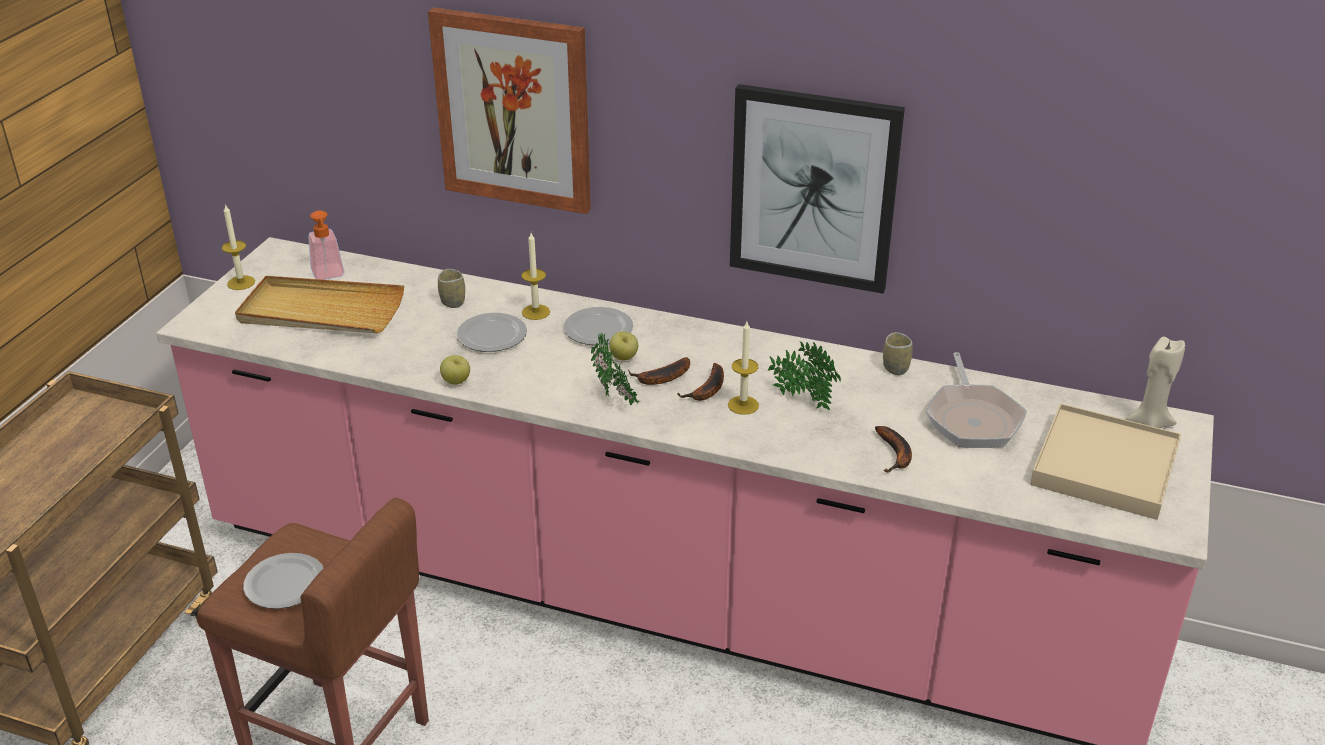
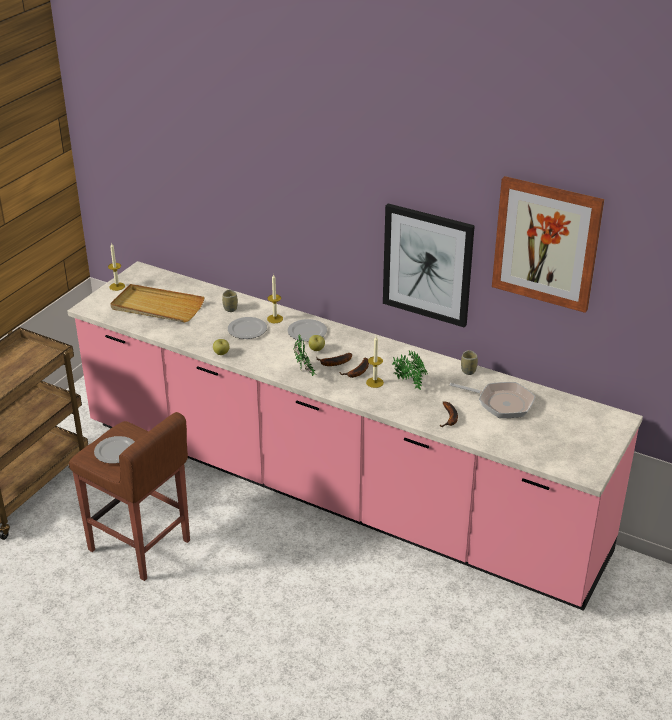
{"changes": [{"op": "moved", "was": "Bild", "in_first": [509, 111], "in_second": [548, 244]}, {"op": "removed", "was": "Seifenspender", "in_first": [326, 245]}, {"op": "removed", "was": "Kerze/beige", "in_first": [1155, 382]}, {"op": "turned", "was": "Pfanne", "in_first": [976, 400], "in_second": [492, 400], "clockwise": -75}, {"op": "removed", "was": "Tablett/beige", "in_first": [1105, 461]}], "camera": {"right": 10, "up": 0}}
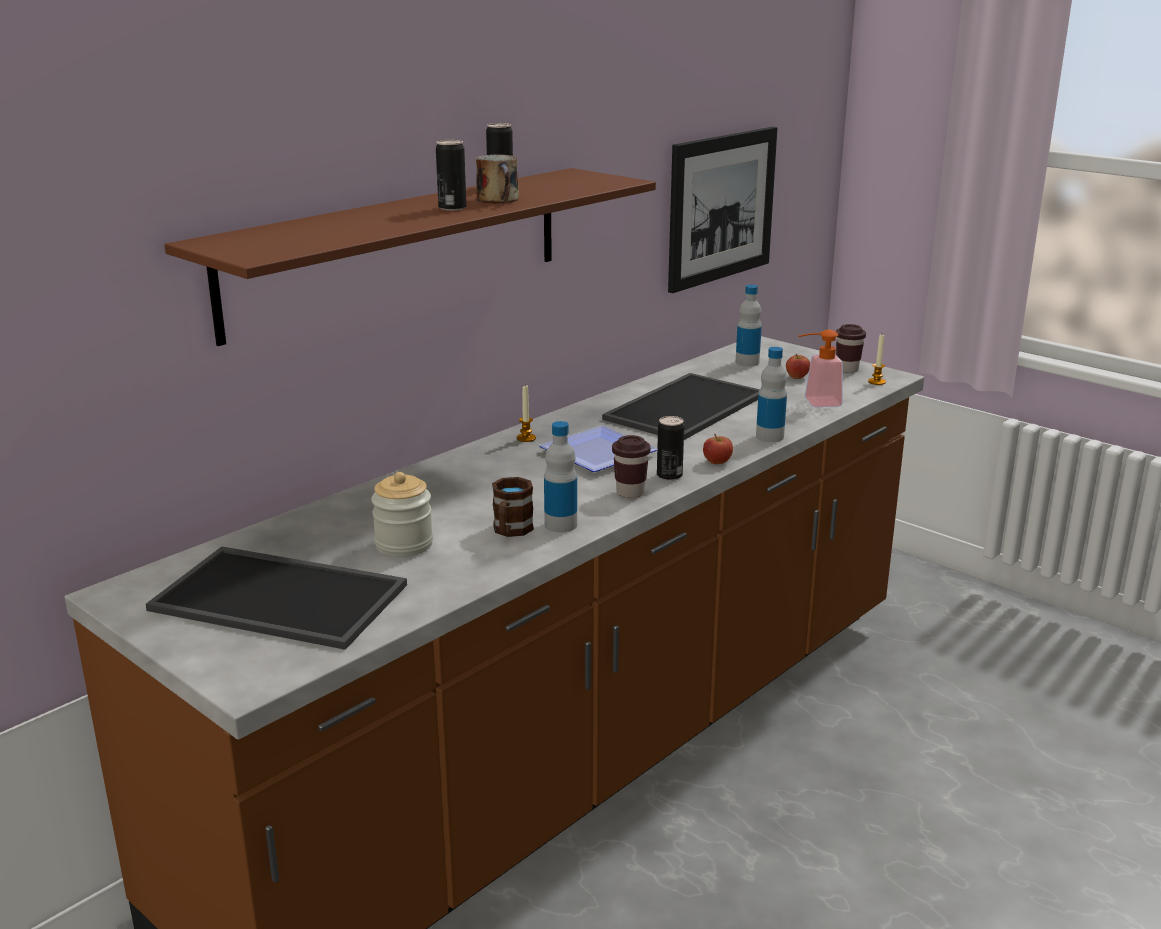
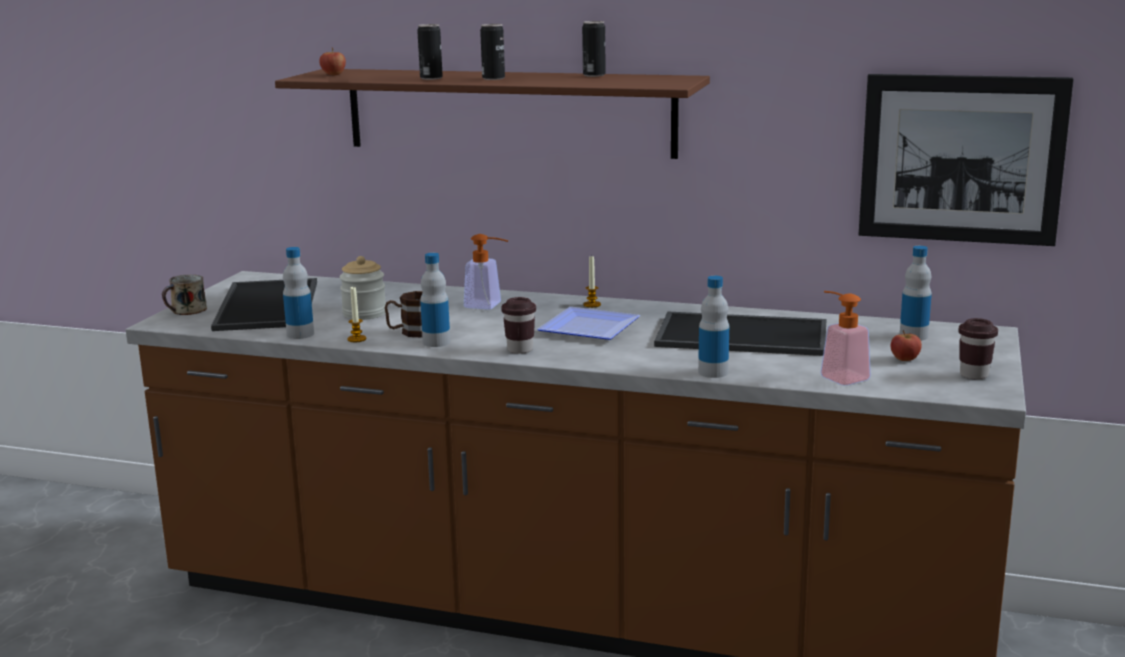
{"changes": [{"op": "moved", "was": "Henkelbecher", "in_first": [497, 179], "in_second": [184, 294]}, {"op": "moved", "was": "Kerze", "in_first": [877, 359], "in_second": [356, 314]}, {"op": "moved", "was": "Dose", "in_first": [670, 448], "in_second": [430, 52]}, {"op": "moved", "was": "Apfel", "in_first": [718, 449], "in_second": [332, 62]}, {"op": "added", "now": "Seifenspender", "in_second": [486, 272]}, {"op": "added", "now": "Flasche", "in_second": [298, 293]}], "camera": {"right": 65, "up": -5}}
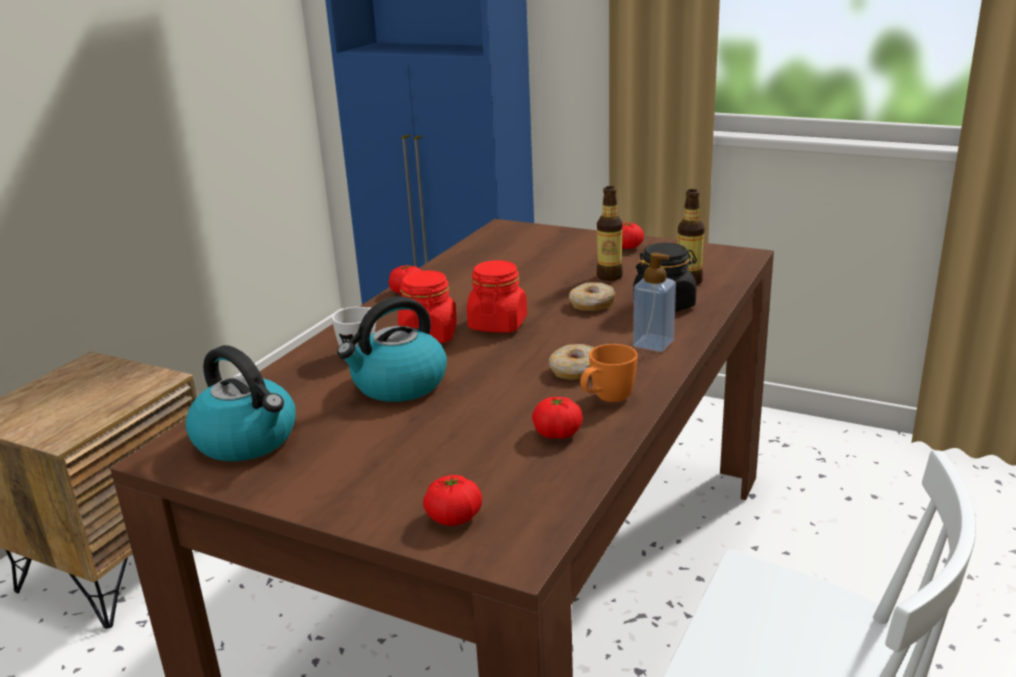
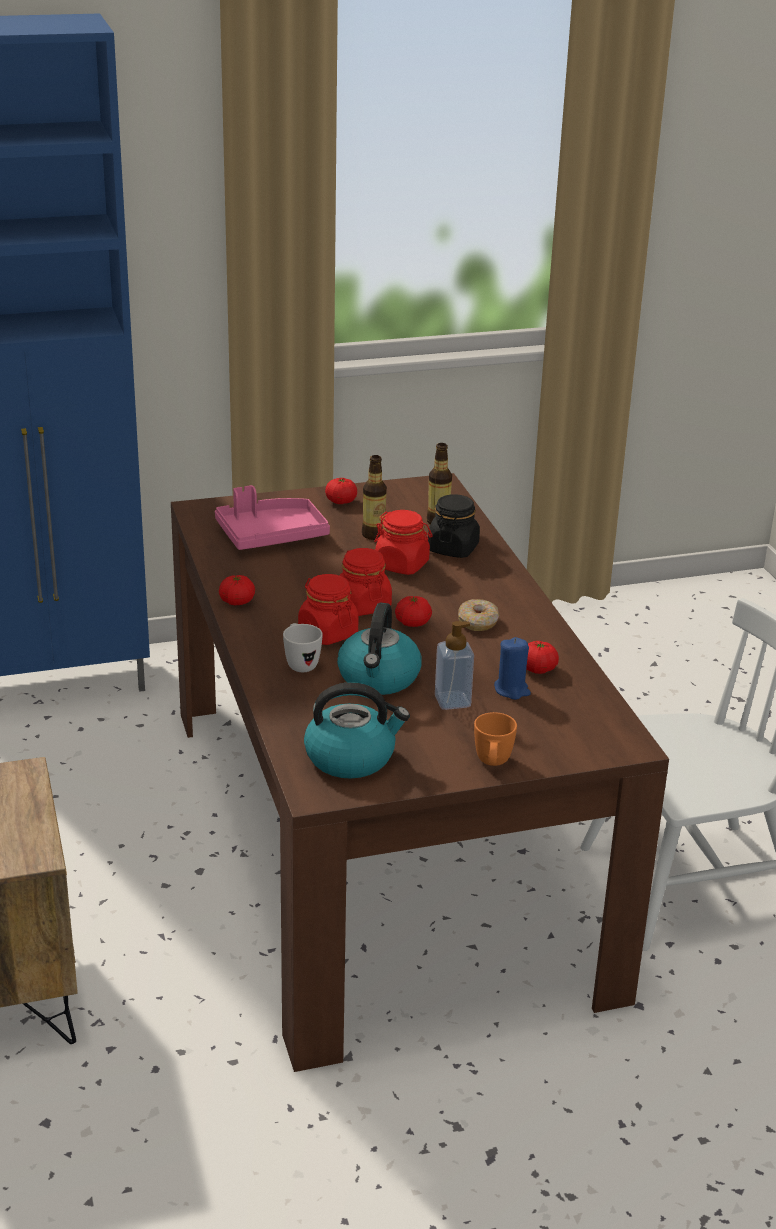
{"changes": [{"op": "moved", "was": "Seifenspender", "in_first": [654, 302], "in_second": [454, 665]}, {"op": "replaced", "was": "Donut", "now": "Vorratsglas/rot", "in_first": [592, 296], "in_second": [403, 542]}, {"op": "moved", "was": "Henkelbecher/orange", "in_first": [609, 373], "in_second": [495, 739]}, {"op": "moved", "was": "Tomate", "in_first": [452, 500], "in_second": [413, 611]}, {"op": "added", "now": "Tablett/rosa", "in_second": [272, 517]}, {"op": "added", "now": "Kerze/blau", "in_second": [512, 668]}], "camera": {"right": -45, "up": 5}}
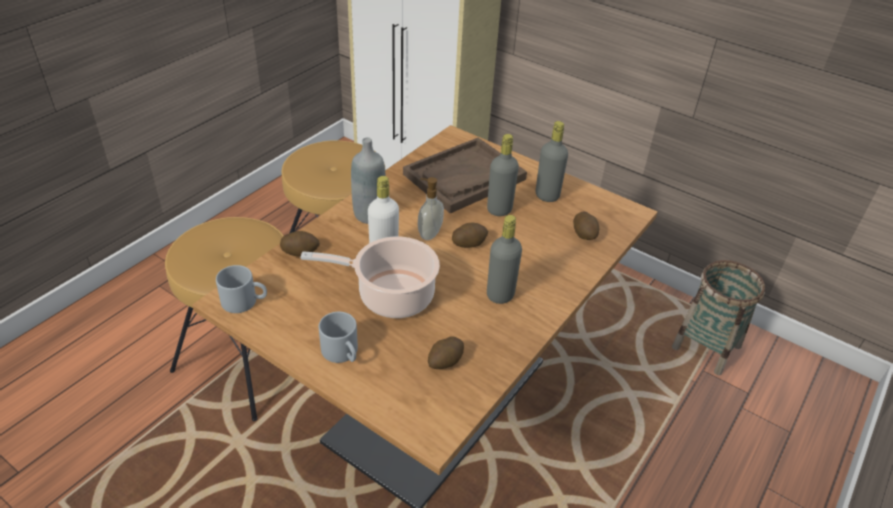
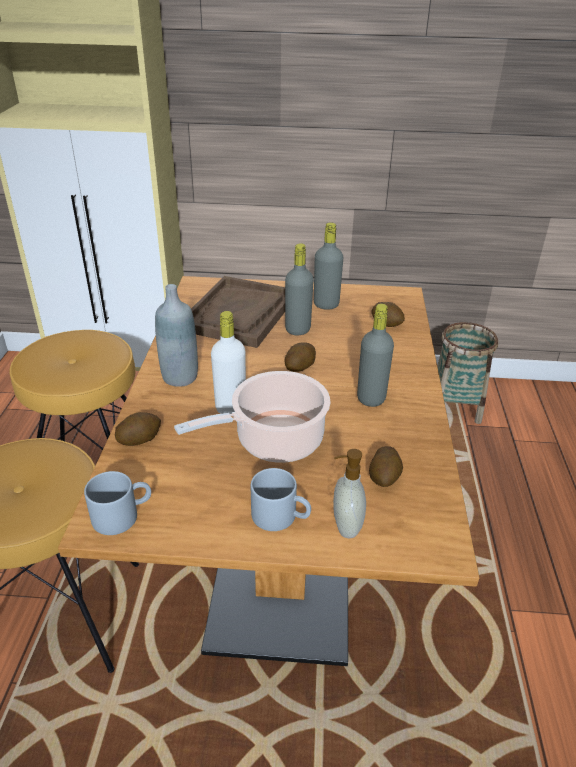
{"changes": [{"op": "moved", "was": "Seifenspender", "in_first": [431, 208], "in_second": [349, 493]}], "camera": {"right": -30, "up": -5}}
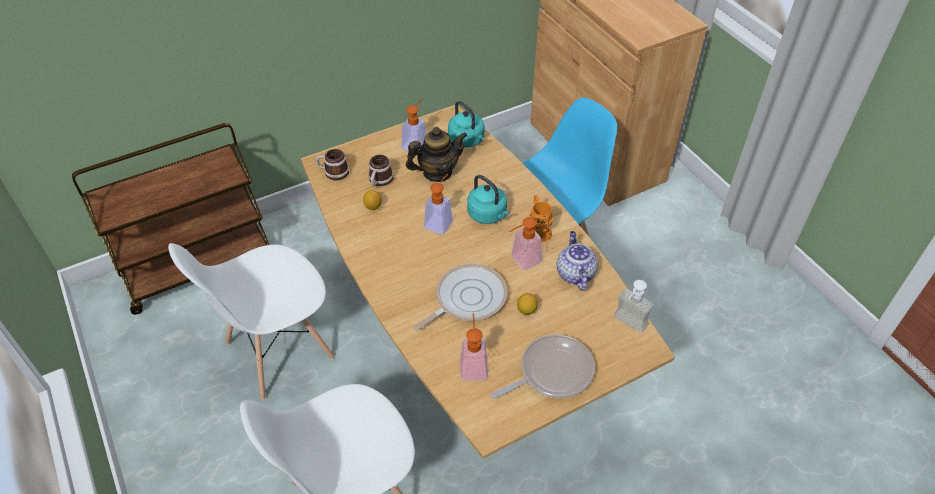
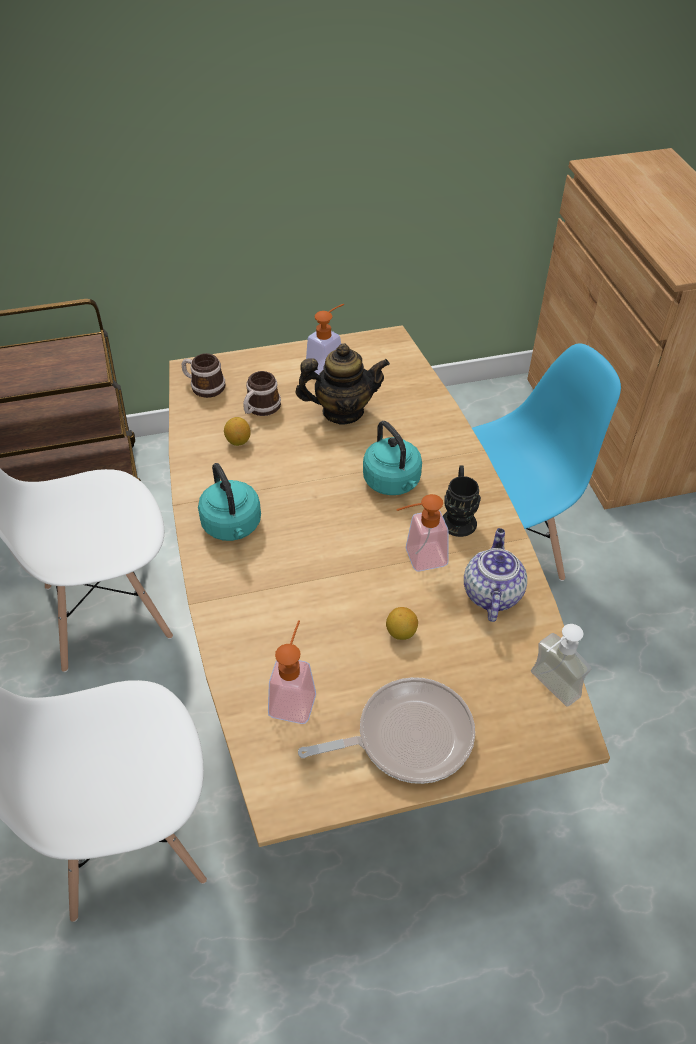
{"changes": [{"op": "moved", "was": "Wasserkessel/türkis", "in_first": [466, 124], "in_second": [229, 502]}, {"op": "removed", "was": "Seifenspender", "in_first": [438, 204]}, {"op": "recoloured", "was": "Henkelbecher/orange", "now": "Henkelbecher/schwarz", "in_first": [541, 218], "in_second": [462, 501]}, {"op": "removed", "was": "Pfanne", "in_first": [460, 297]}], "camera": {"right": 15, "up": 0}}
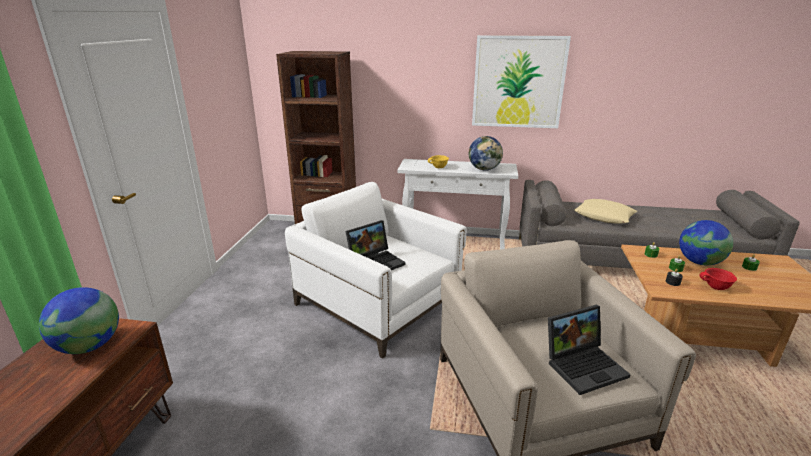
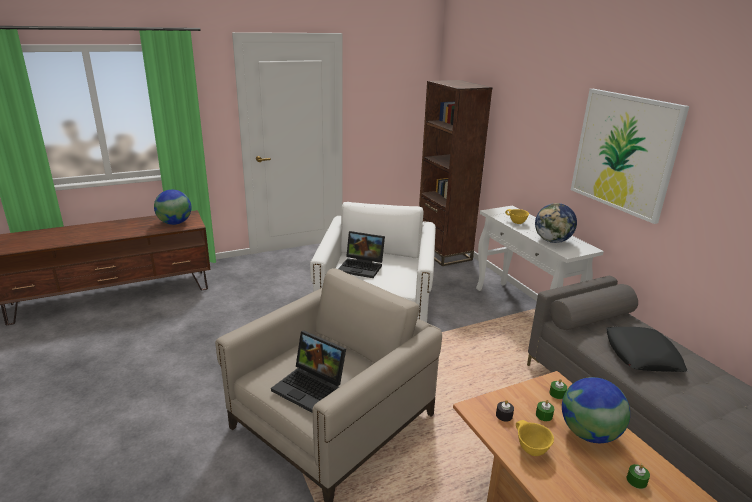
{"changes": [{"op": "recoloured", "was": "Kissen/beige", "now": "Kissen/schwarz", "in_first": [606, 211], "in_second": [646, 349]}, {"op": "recoloured", "was": "Schüssel/rot", "now": "Schüssel/gelb", "in_first": [718, 279], "in_second": [535, 438]}], "camera": {"right": 55, "up": 0}}
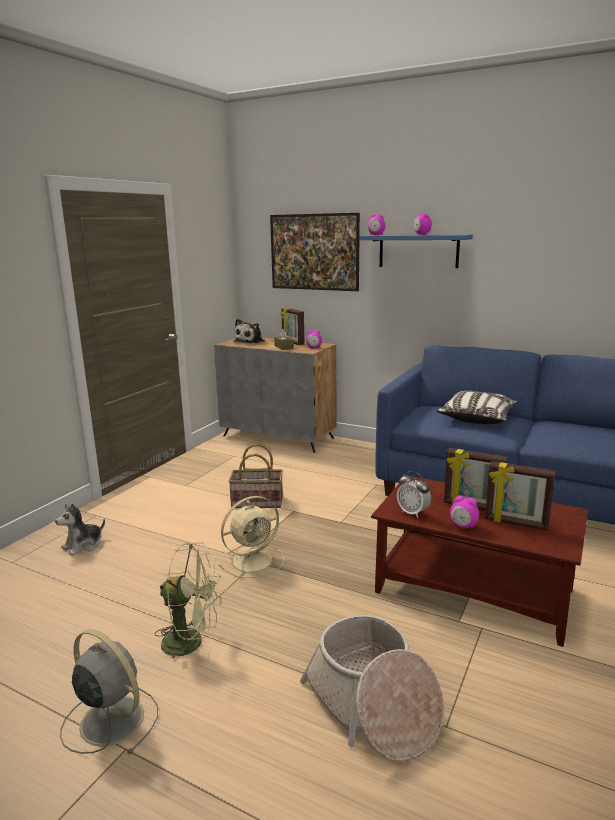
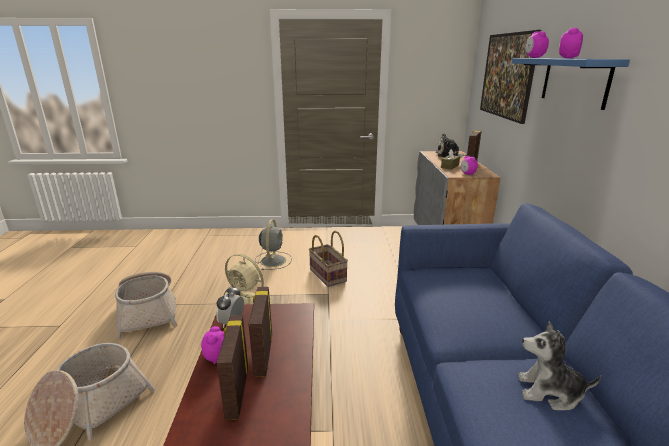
{"changes": [{"op": "removed", "was": "Kissen", "in_first": [477, 407]}, {"op": "moved", "was": "Plüschtier", "in_first": [80, 529], "in_second": [560, 366]}, {"op": "replaced", "was": "Ventilator/grün", "now": "Korb", "in_first": [187, 605], "in_second": [146, 305]}, {"op": "moved", "was": "Ventilator/grau", "in_first": [109, 692], "in_second": [273, 244]}], "camera": {"right": 60, "up": 5}}
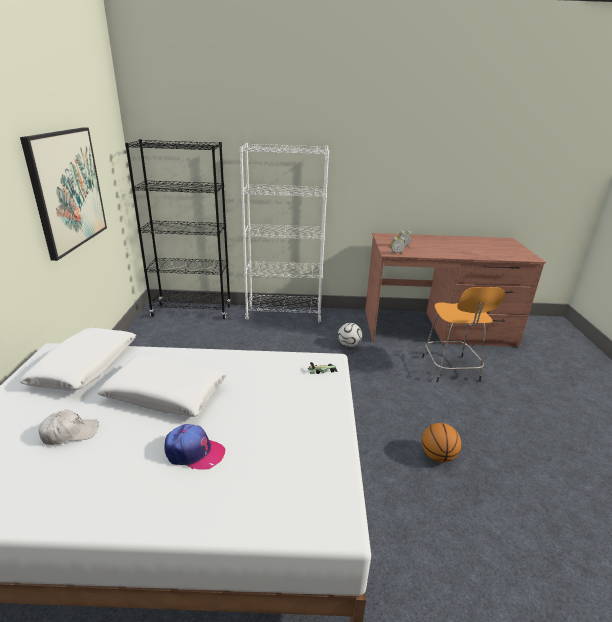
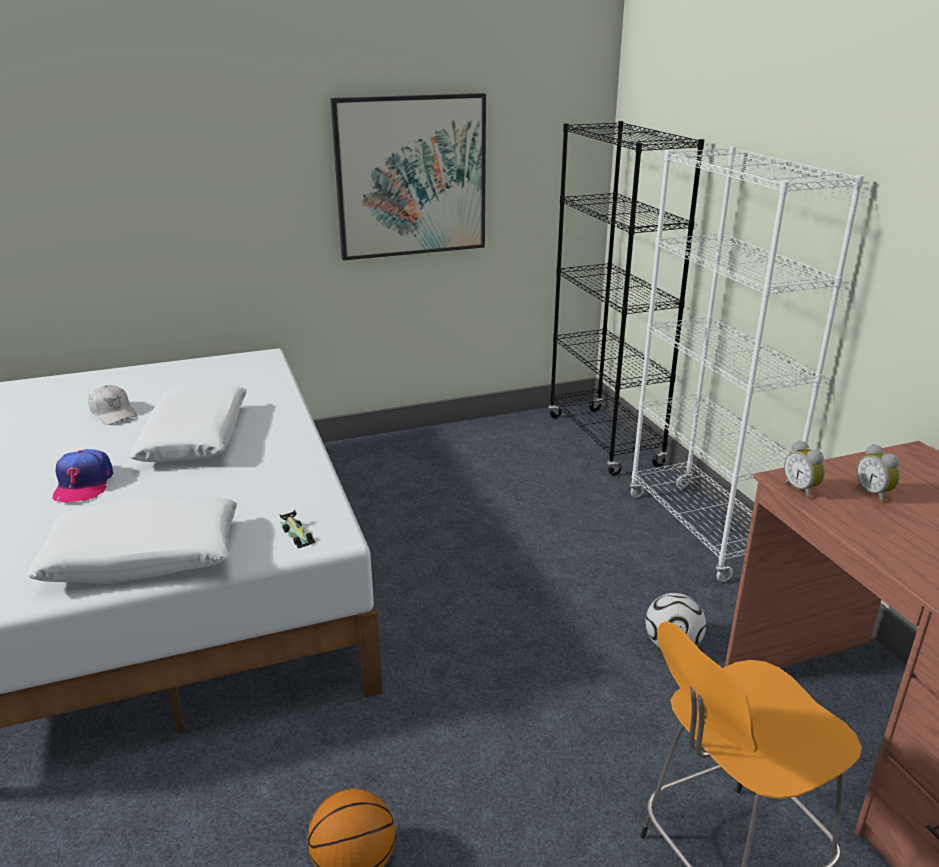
{"changes": [{"op": "moved", "was": "Kissen/weiß", "in_first": [78, 359], "in_second": [132, 540]}], "camera": {"right": 70, "up": 0}}
